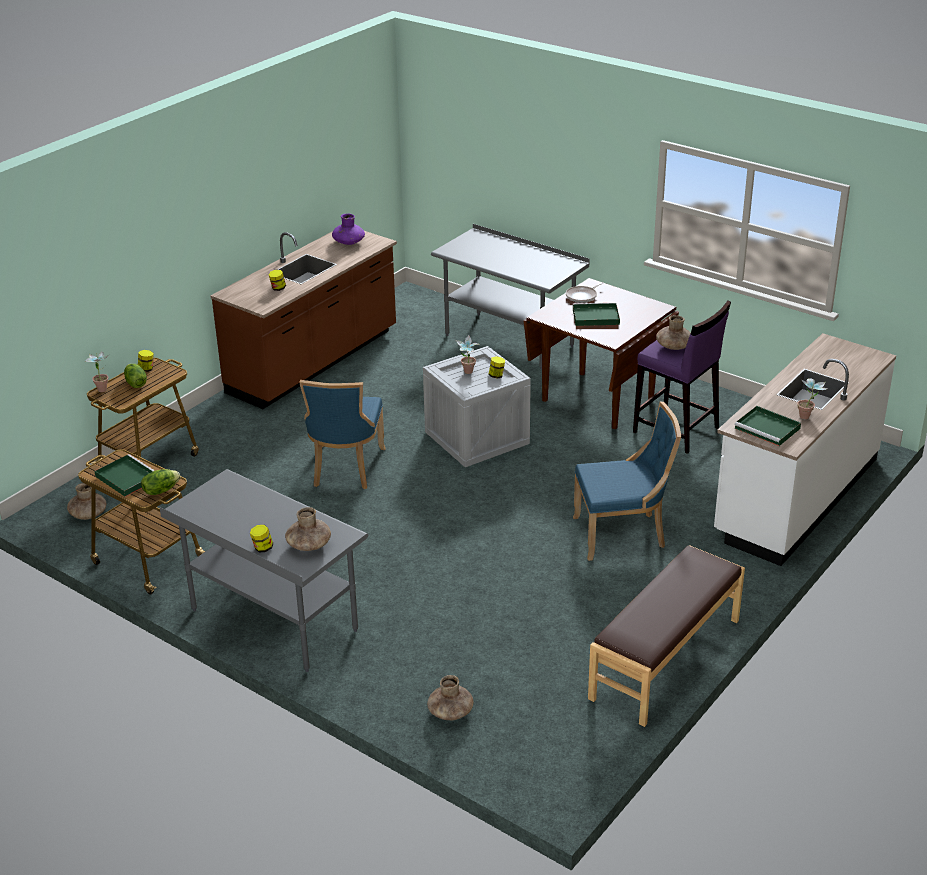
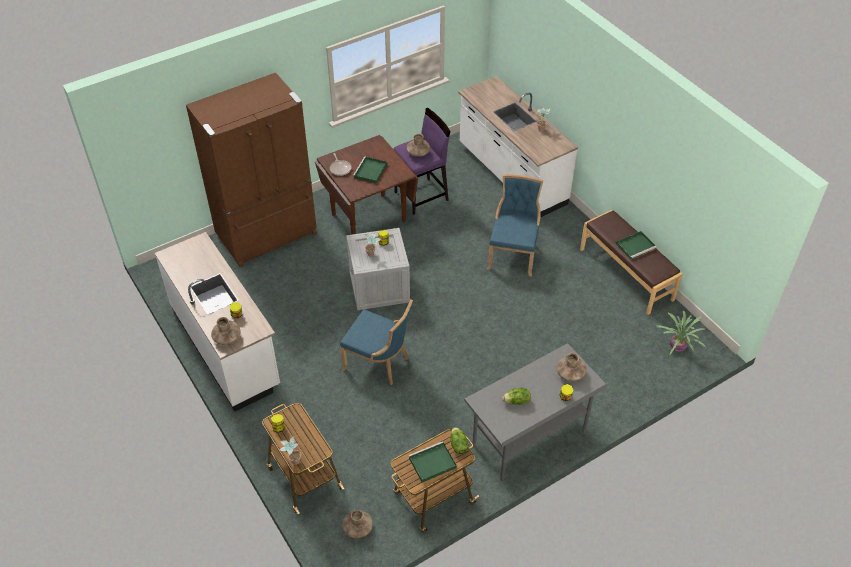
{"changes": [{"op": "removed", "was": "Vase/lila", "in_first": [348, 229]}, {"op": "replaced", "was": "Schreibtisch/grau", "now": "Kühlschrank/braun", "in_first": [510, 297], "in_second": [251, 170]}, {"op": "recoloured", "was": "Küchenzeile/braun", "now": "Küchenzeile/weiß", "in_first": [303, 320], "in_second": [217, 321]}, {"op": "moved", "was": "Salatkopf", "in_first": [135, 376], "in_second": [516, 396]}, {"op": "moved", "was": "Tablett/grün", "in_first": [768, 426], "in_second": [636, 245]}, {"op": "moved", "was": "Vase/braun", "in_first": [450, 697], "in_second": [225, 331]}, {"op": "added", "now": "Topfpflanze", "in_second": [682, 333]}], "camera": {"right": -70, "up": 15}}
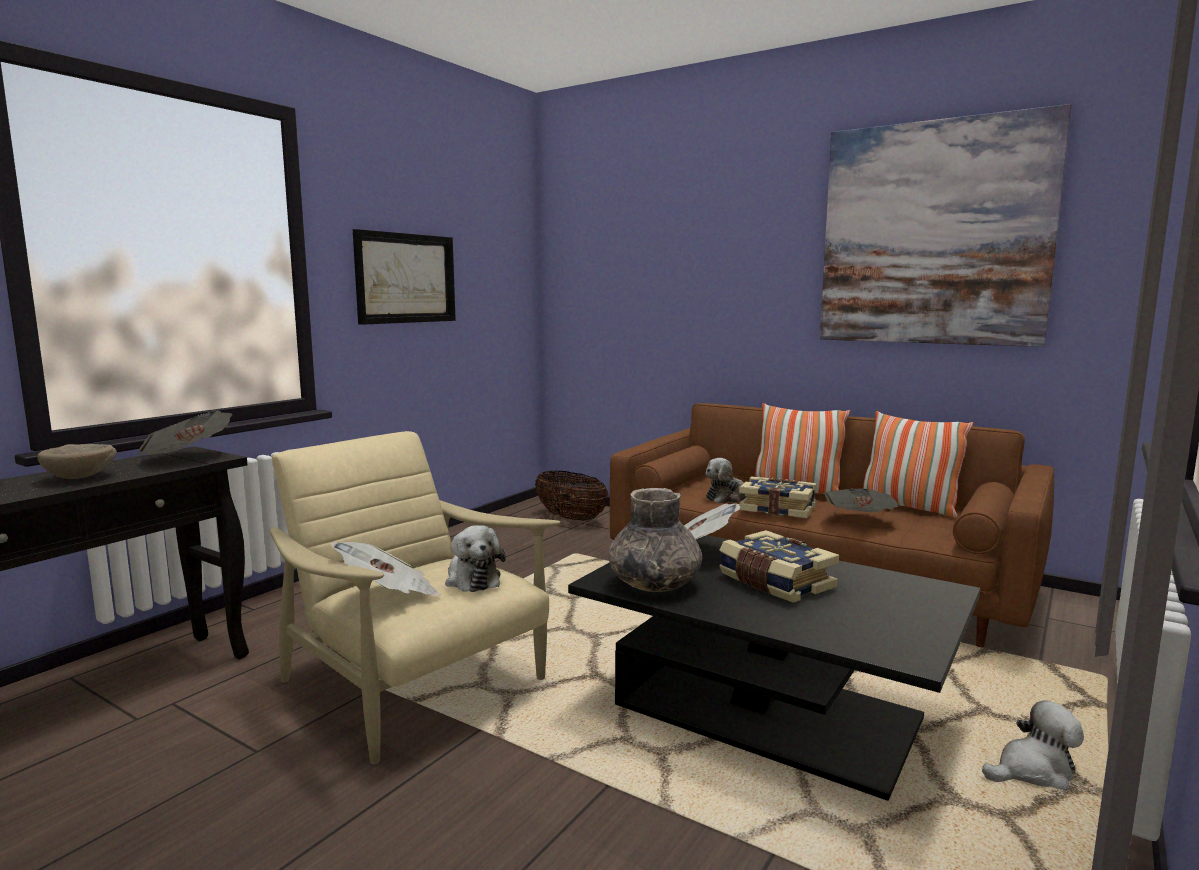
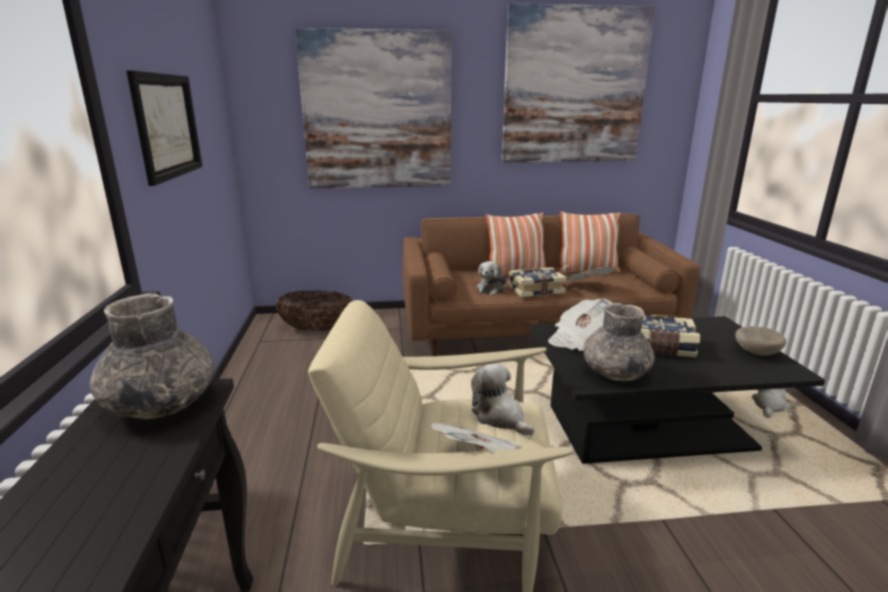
{"changes": [{"op": "replaced", "was": "Zeitung", "now": "Vase/grau", "in_first": [184, 433], "in_second": [151, 356]}, {"op": "moved", "was": "Schüssel/beige", "in_first": [77, 461], "in_second": [760, 341]}, {"op": "turned", "was": "Plüschtier", "in_first": [475, 558], "in_second": [503, 399], "clockwise": -150}, {"op": "added", "now": "Bild", "in_second": [373, 108]}], "camera": {"right": -40, "up": 10}}
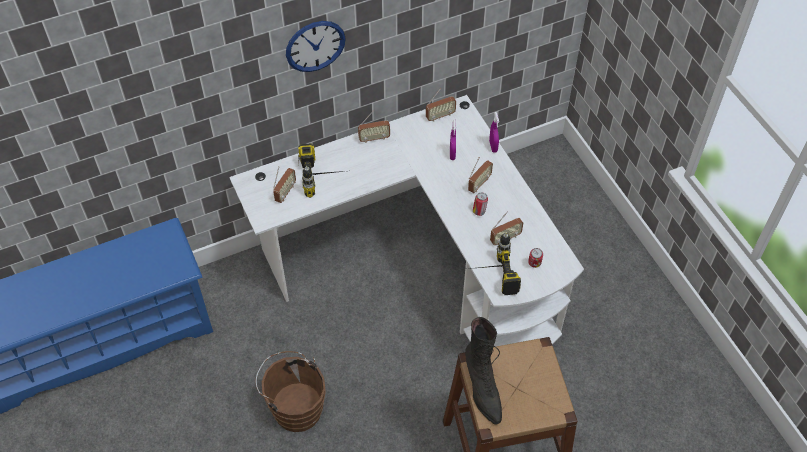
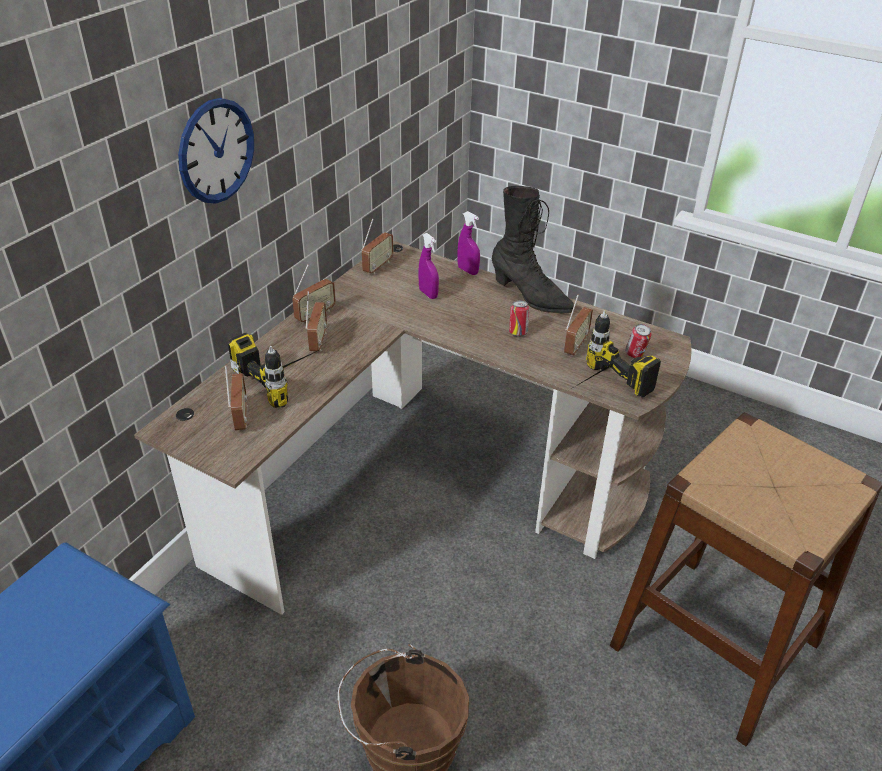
{"changes": [{"op": "recoloured", "was": "Schreibtisch/weiß", "now": "Schreibtisch/braun", "in_first": [406, 221], "in_second": [413, 428]}, {"op": "moved", "was": "Radio", "in_first": [480, 175], "in_second": [316, 321]}, {"op": "moved", "was": "Stiefel/schwarz", "in_first": [483, 371], "in_second": [533, 250]}], "camera": {"right": -35, "up": -15}}
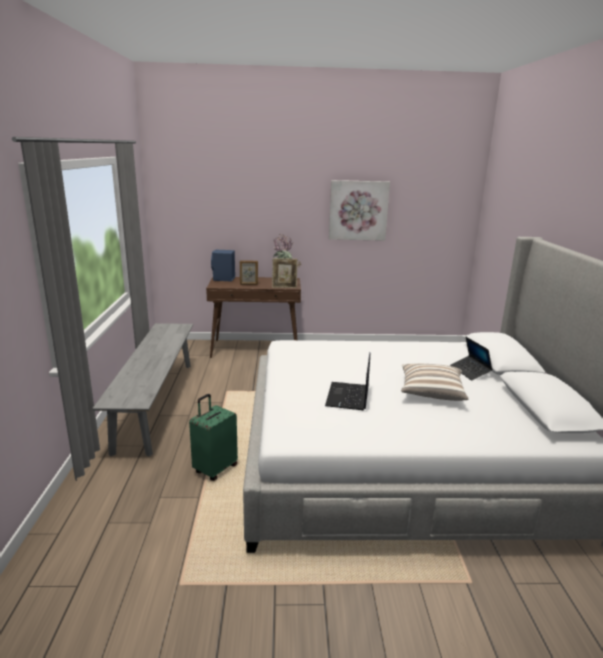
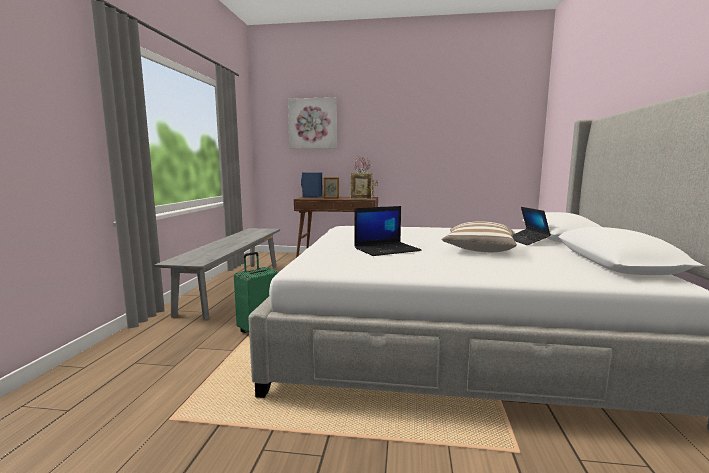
{"changes": [{"op": "moved", "was": "Bild", "in_first": [359, 210], "in_second": [312, 123]}, {"op": "turned", "was": "Laptop", "in_first": [347, 381], "in_second": [388, 231], "clockwise": -135}], "camera": {"right": 10, "up": -10}}
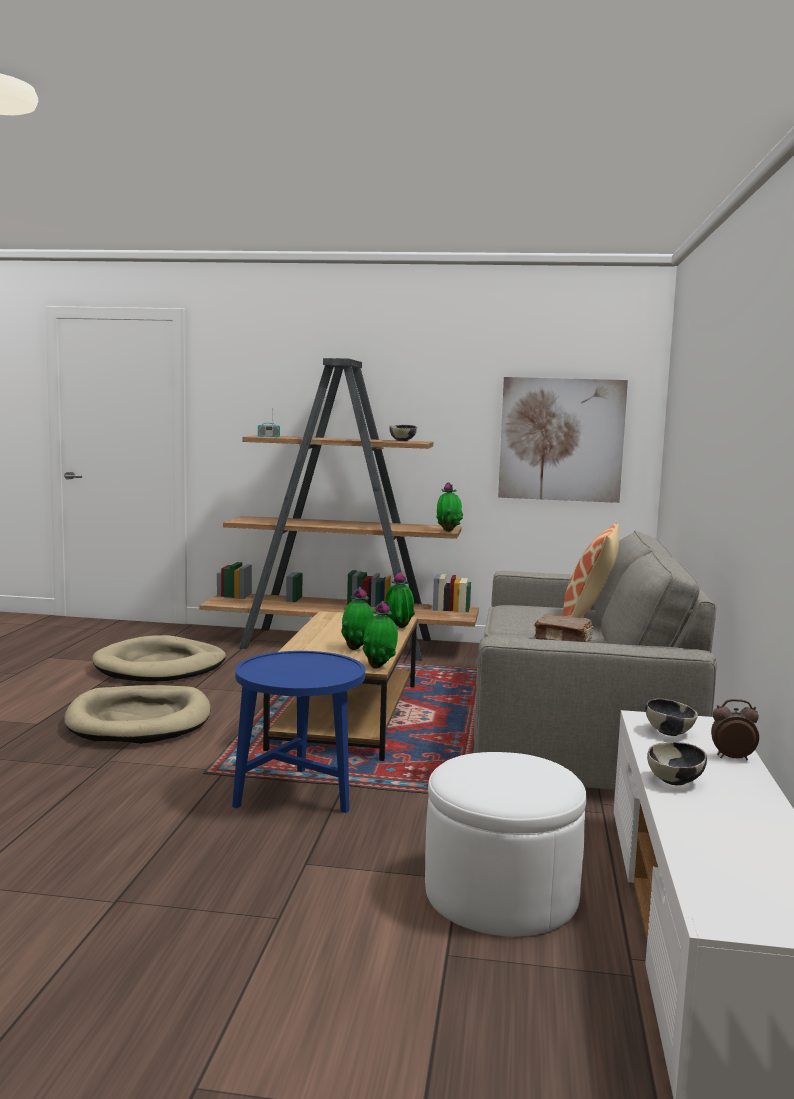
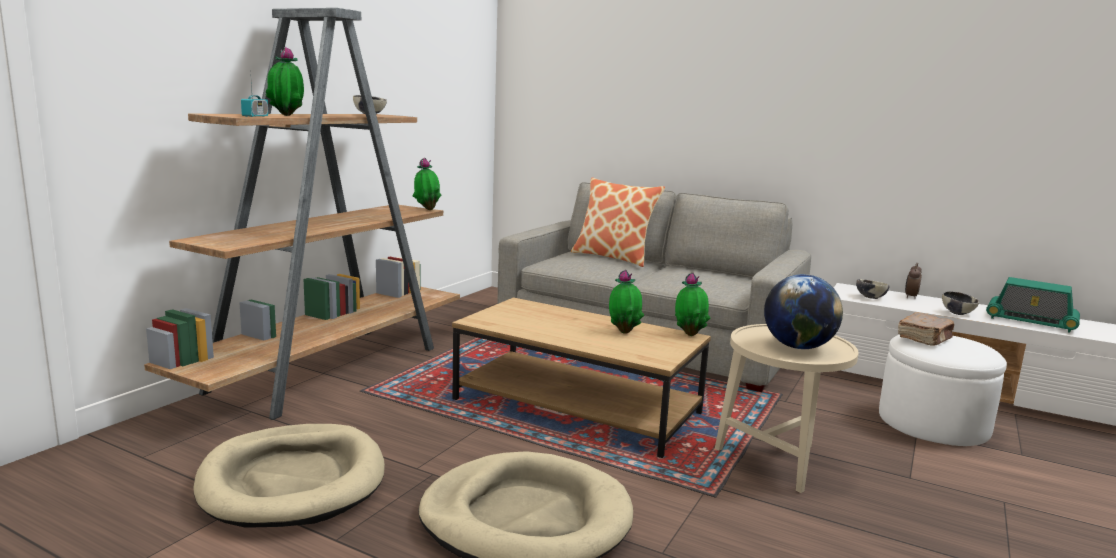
{"changes": [{"op": "removed", "was": "Bild", "in_first": [563, 440]}, {"op": "moved", "was": "Topfpflanze", "in_first": [400, 600], "in_second": [284, 81]}, {"op": "moved", "was": "Buch/braun", "in_first": [564, 628], "in_second": [926, 329]}, {"op": "recoloured", "was": "Beistelltisch/blau", "now": "Beistelltisch/beige", "in_first": [298, 732], "in_second": [787, 408]}, {"op": "added", "now": "Globus", "in_second": [803, 311]}, {"op": "added", "now": "Radio", "in_second": [1033, 305]}], "camera": {"right": -70, "up": 5}}
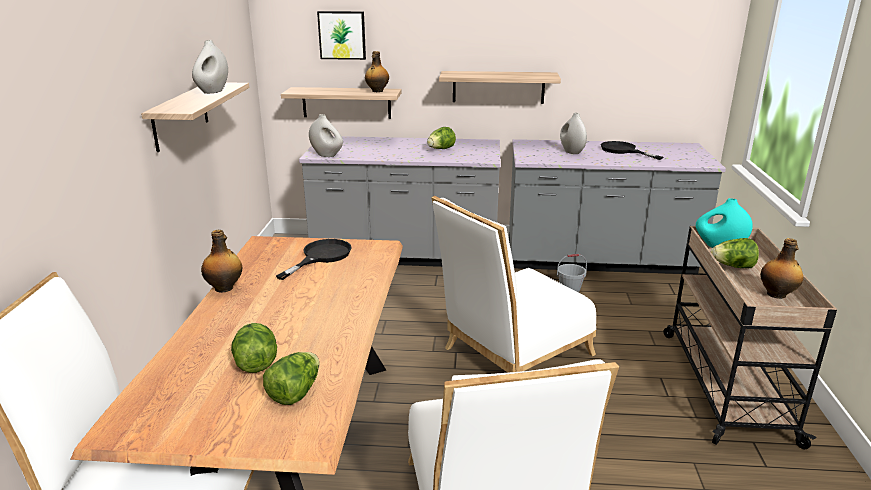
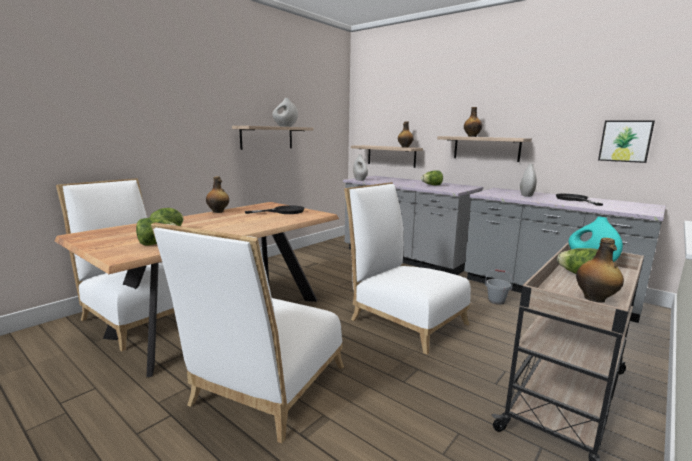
{"changes": [{"op": "moved", "was": "Bild", "in_first": [341, 35], "in_second": [626, 141]}, {"op": "turned", "was": "Stuhl/weiß", "in_first": [513, 284], "in_second": [407, 268], "clockwise": 45}, {"op": "added", "now": "Flasche", "in_second": [473, 122]}], "camera": {"right": 35, "up": -10}}
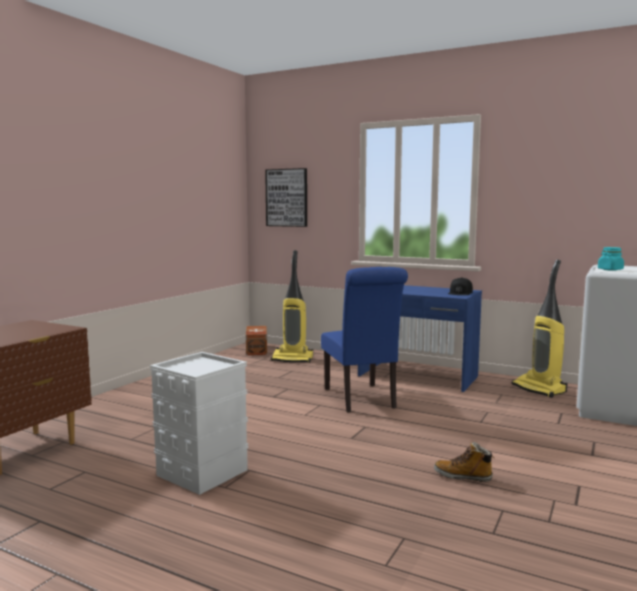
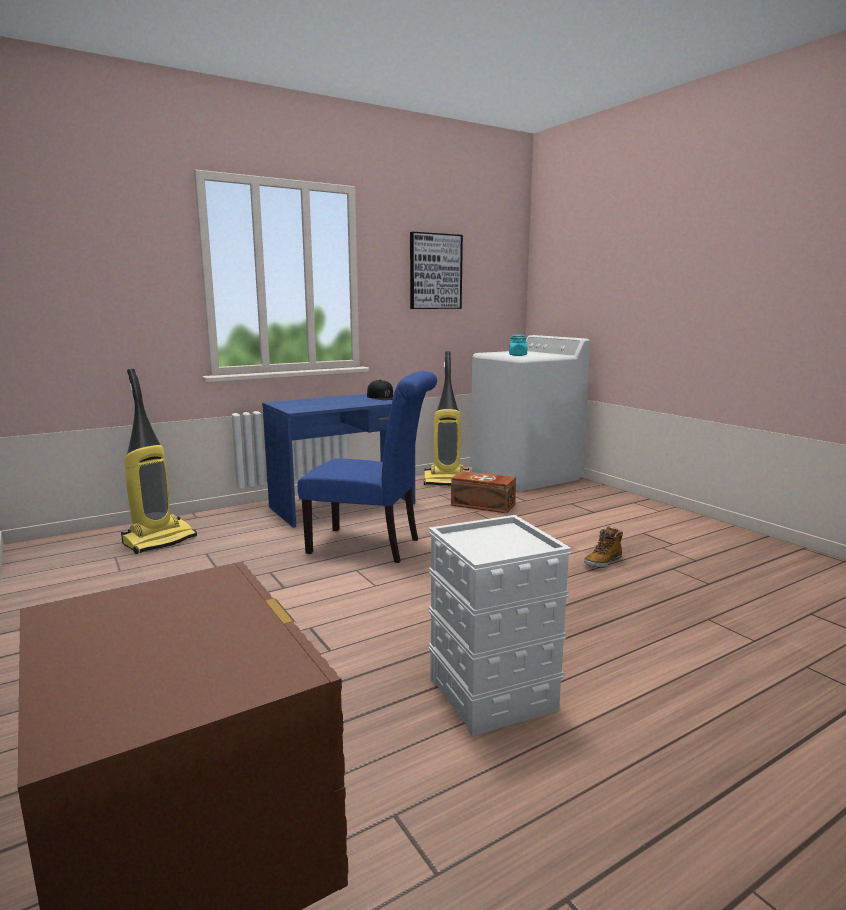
{"changes": [{"op": "moved", "was": "Bild", "in_first": [286, 197], "in_second": [436, 270]}, {"op": "moved", "was": "Aufbewahrungsbox/braun", "in_first": [256, 340], "in_second": [483, 492]}], "camera": {"right": -60, "up": 5}}
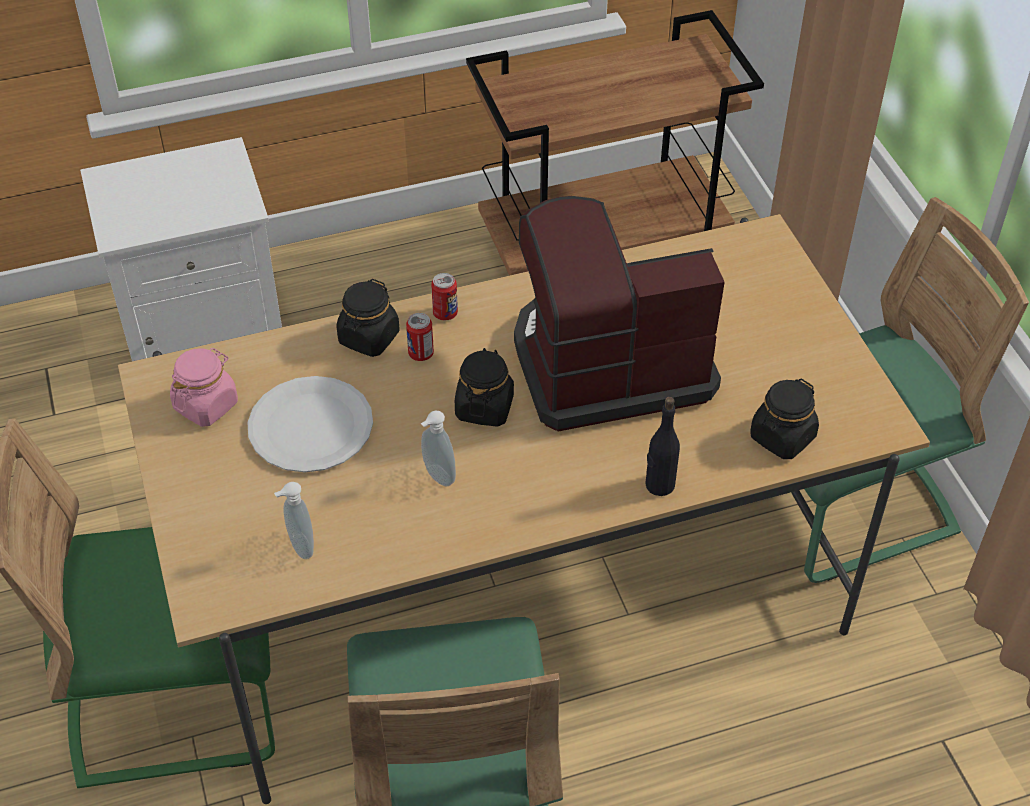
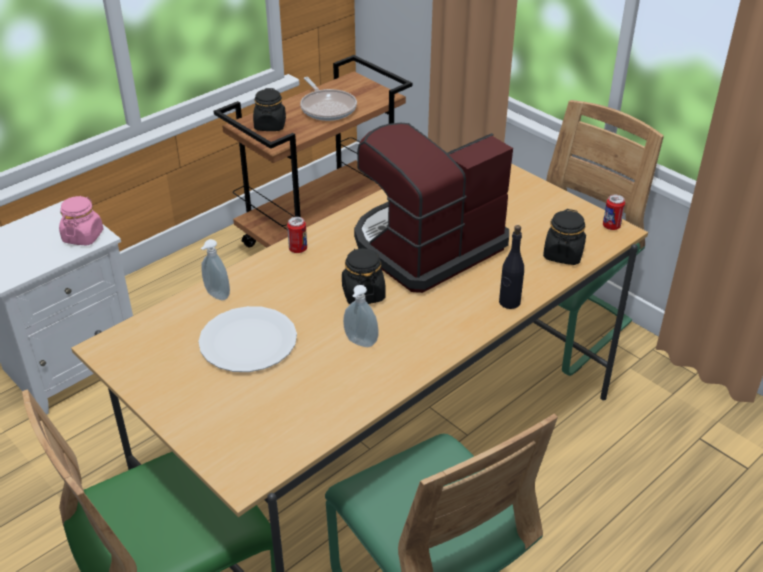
{"changes": [{"op": "moved", "was": "Vorratsglas/schwarz", "in_first": [368, 318], "in_second": [269, 109]}, {"op": "moved", "was": "Dose", "in_first": [420, 337], "in_second": [614, 212]}, {"op": "moved", "was": "Vorratsglas/rosa", "in_first": [204, 387], "in_second": [81, 221]}, {"op": "moved", "was": "Seifenspender", "in_first": [294, 520], "in_second": [215, 269]}, {"op": "added", "now": "Pfanne", "in_second": [328, 99]}], "camera": {"right": -25, "up": -10}}
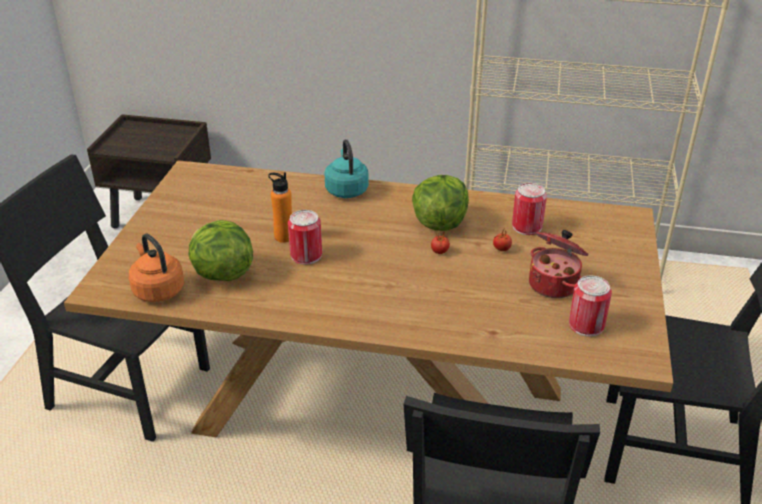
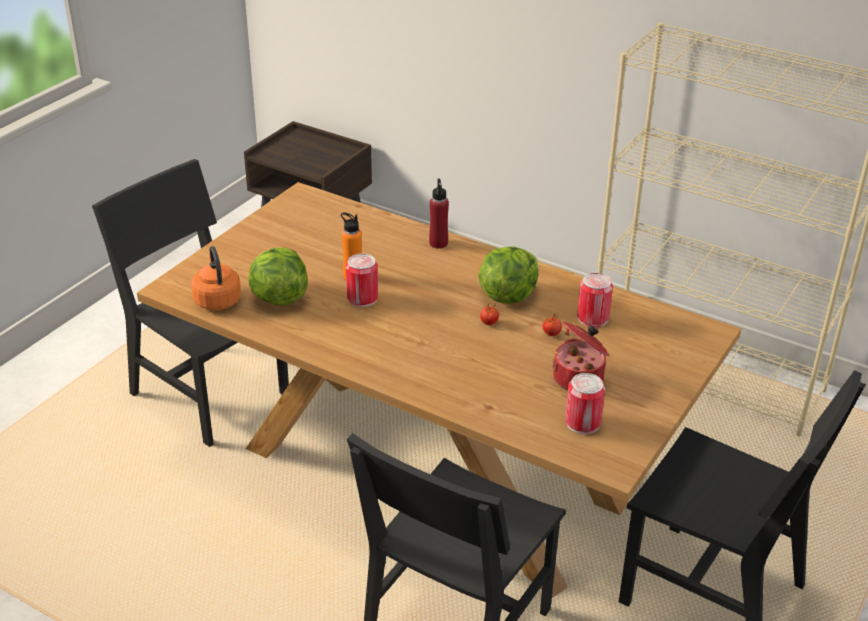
{"changes": [{"op": "replaced", "was": "Wasserkessel/türkis", "now": "Flasche/rot", "in_first": [347, 168], "in_second": [439, 214]}], "camera": {"right": 20, "up": 0}}
